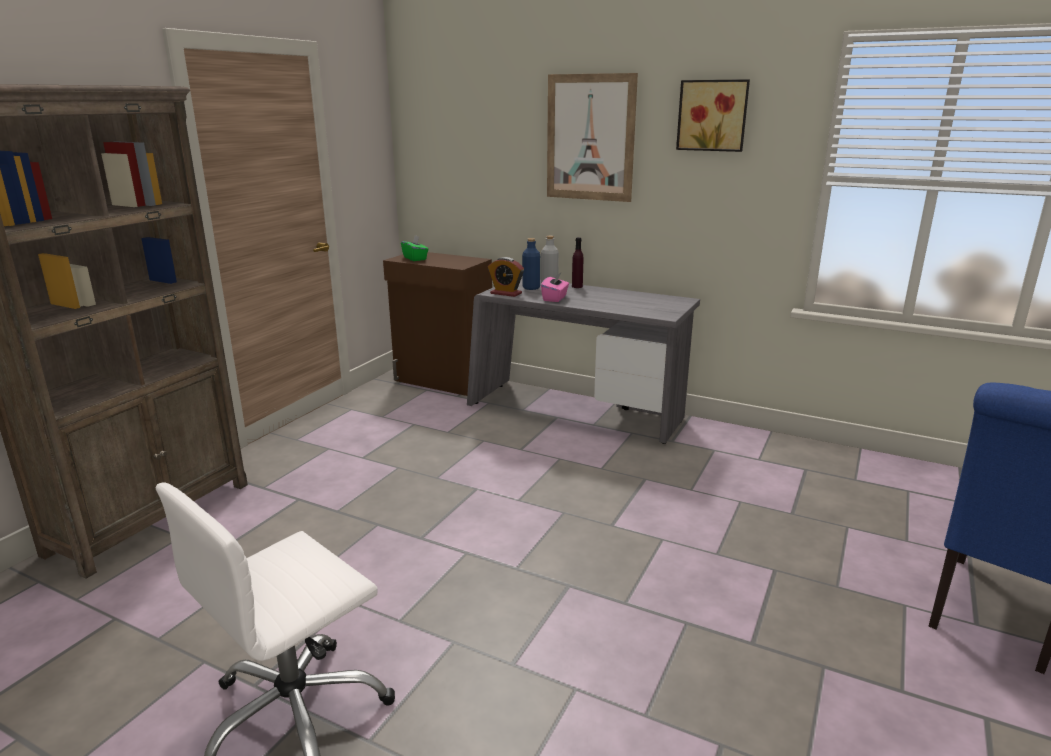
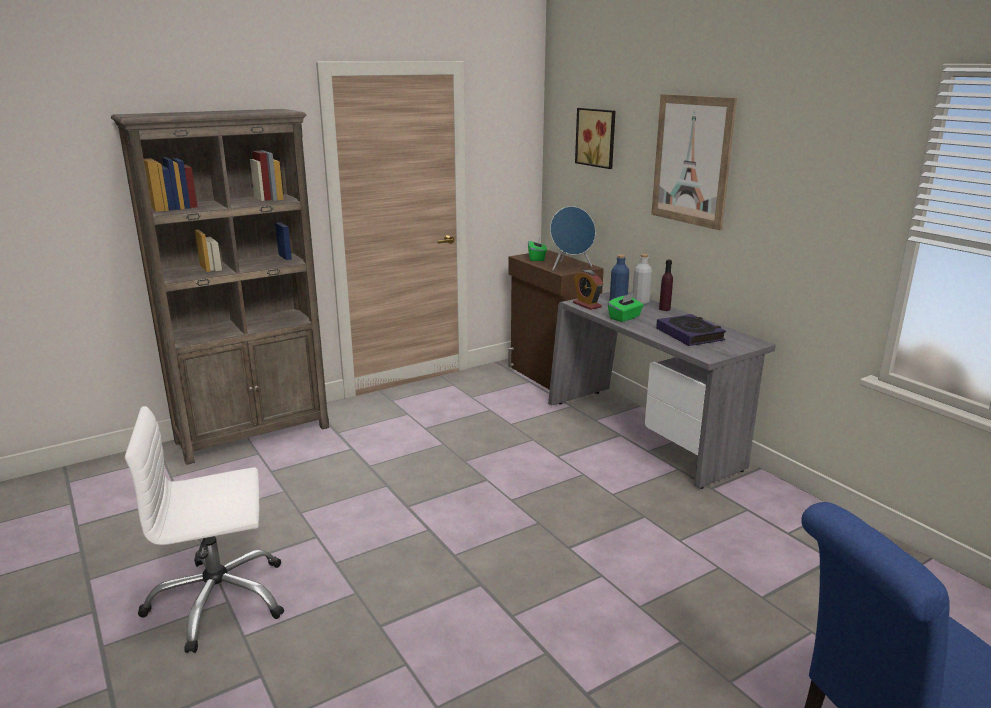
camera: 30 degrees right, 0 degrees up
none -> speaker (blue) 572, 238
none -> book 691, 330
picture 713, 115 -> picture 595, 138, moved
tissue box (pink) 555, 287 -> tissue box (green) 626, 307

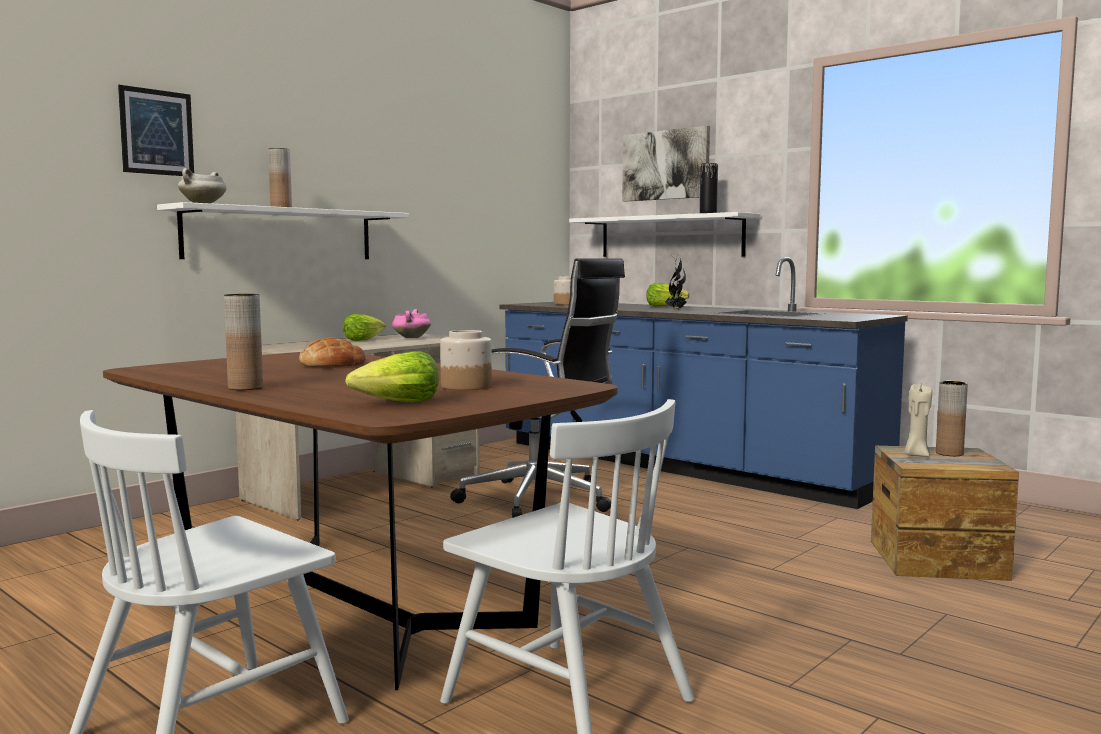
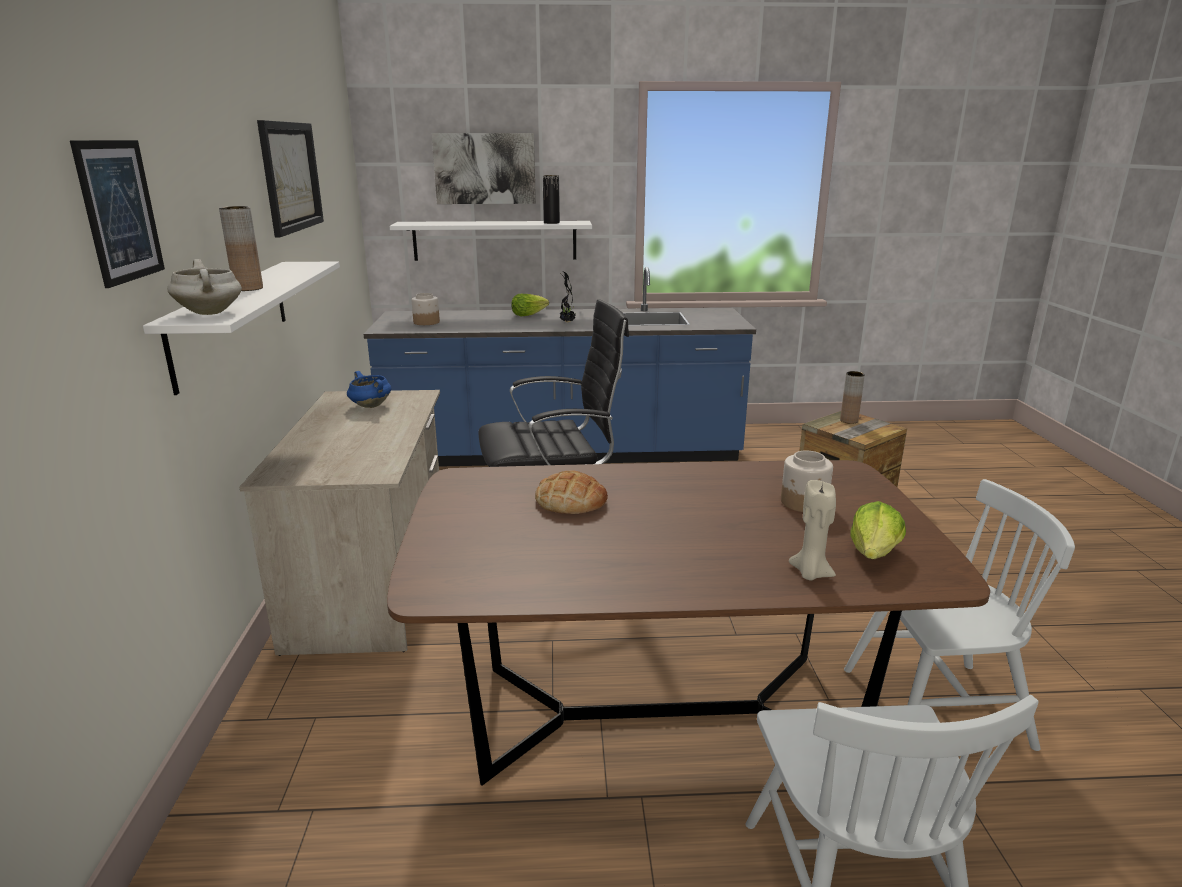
camera: 45 degrees left, 15 degrees up
vase (brown) 243, 342 -> none
lettuce 364, 327 -> none
none -> picture 290, 178
candle (beige) 918, 420 -> candle (beige) 812, 530, moved
cooking pot (pink) 411, 323 -> cooking pot (blue) 369, 389

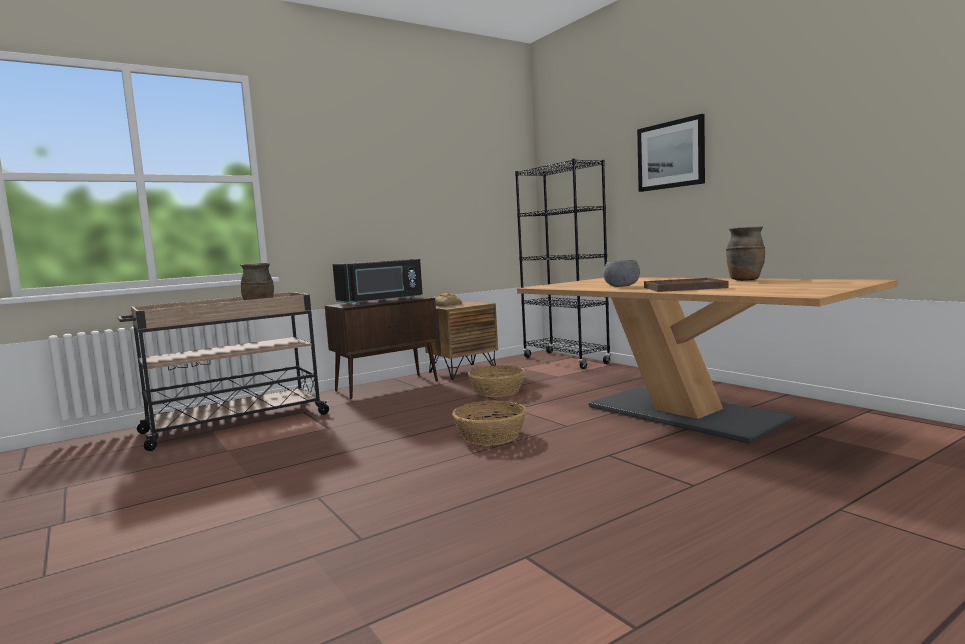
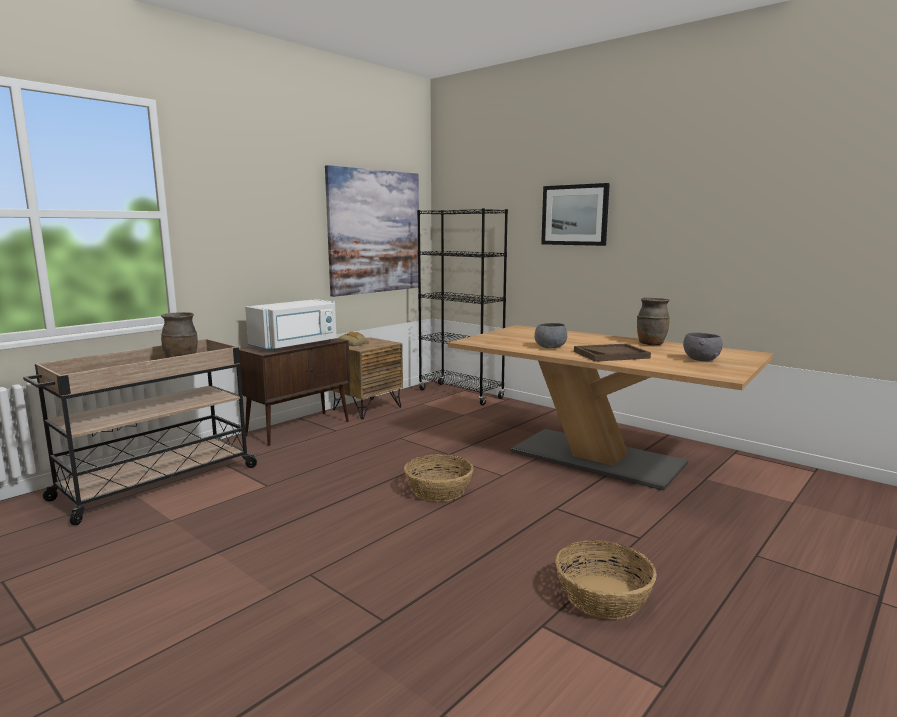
camera: 15 degrees left, 5 degrees up
none -> picture 372, 231
none -> bowl (grey) 703, 347
basket 496, 381 -> basket 606, 579, moved
microwave (black) 378, 282 -> microwave (white) 291, 325

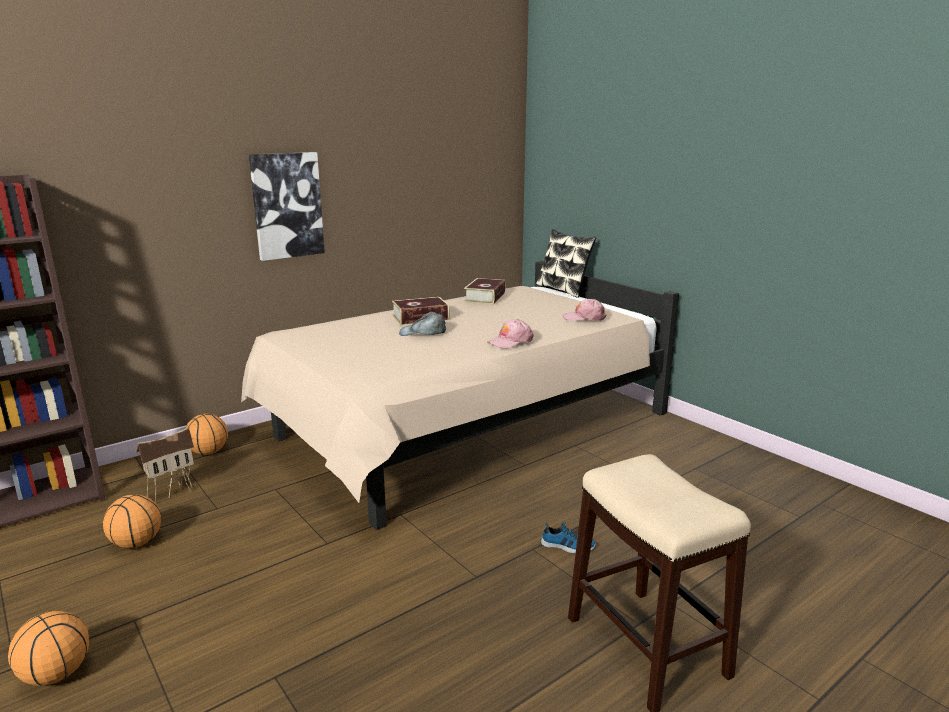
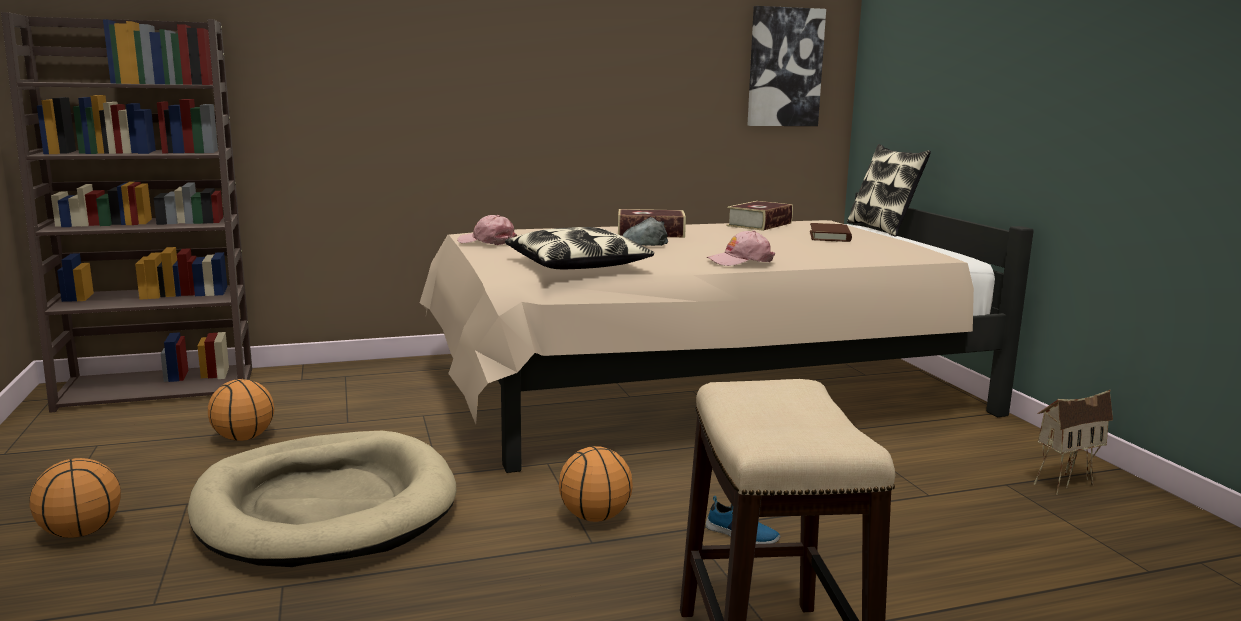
camera: 20 degrees right, 5 degrees down
none -> dog bed (beige) 322, 499
none -> pillow 579, 248
none -> book (brown) 831, 232
toy house 165, 465 -> toy house 1073, 442, moved
basketball 206, 434 -> basketball 596, 484, moved
picture 287, 206 -> picture 786, 66, moved
cap (pink) 585, 310 -> cap (pink) 487, 230, moved

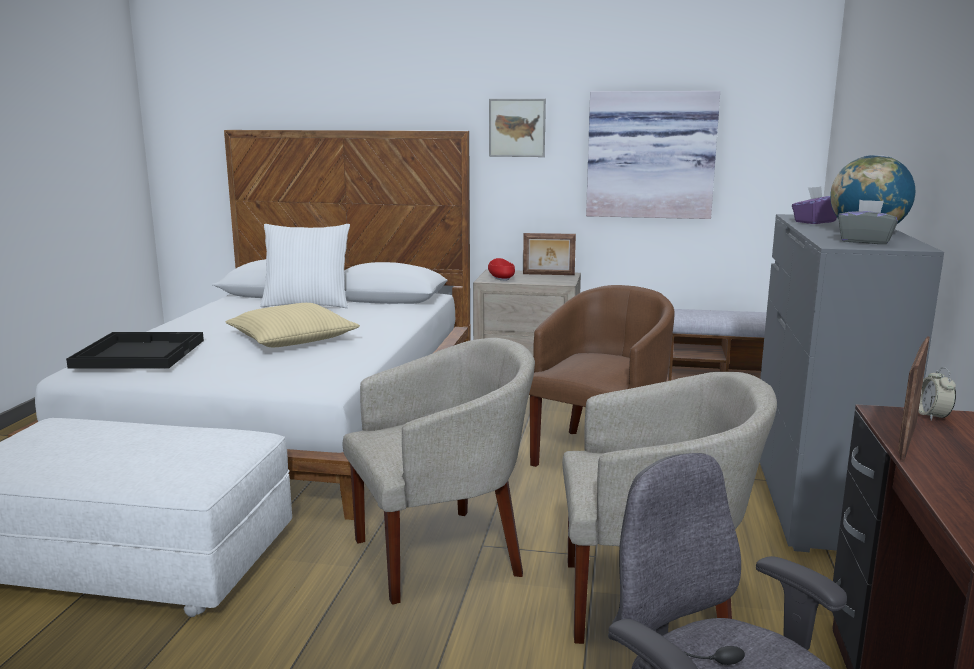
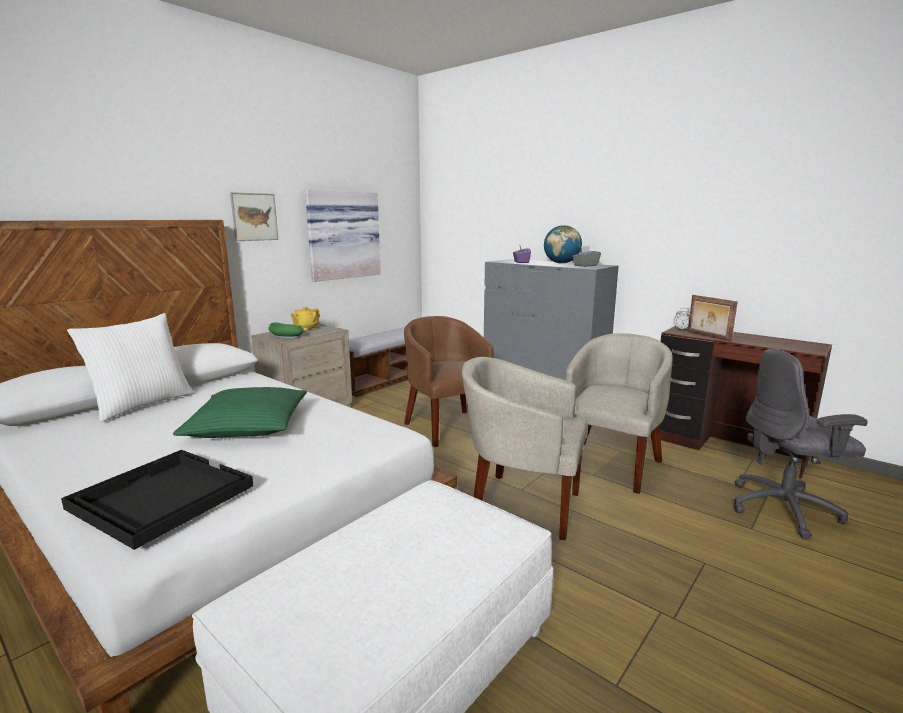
camera: 60 degrees left, 0 degrees up
picture frame 549, 254 -> teapot (yellow) 305, 318
pillow (beige) 293, 325 -> pillow (green) 240, 412
bowl (red) 501, 269 -> bowl (green) 286, 330
armchair (beige) 438, 471 -> armchair (beige) 525, 449, 75 degrees counterclockwise

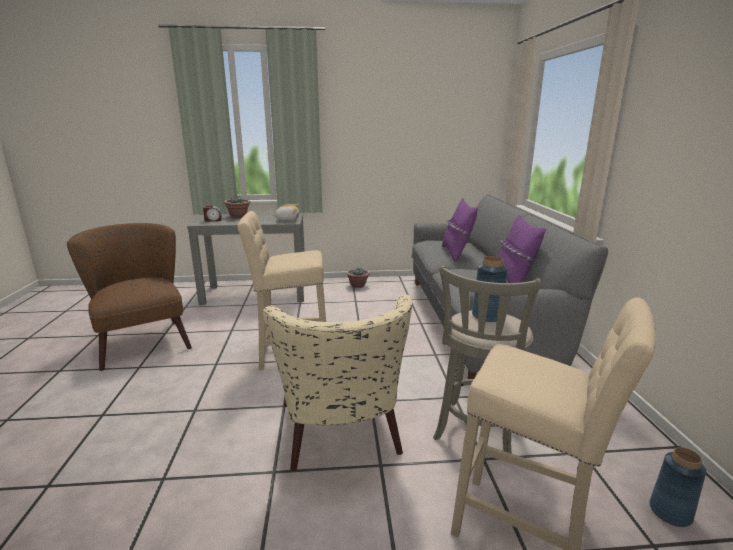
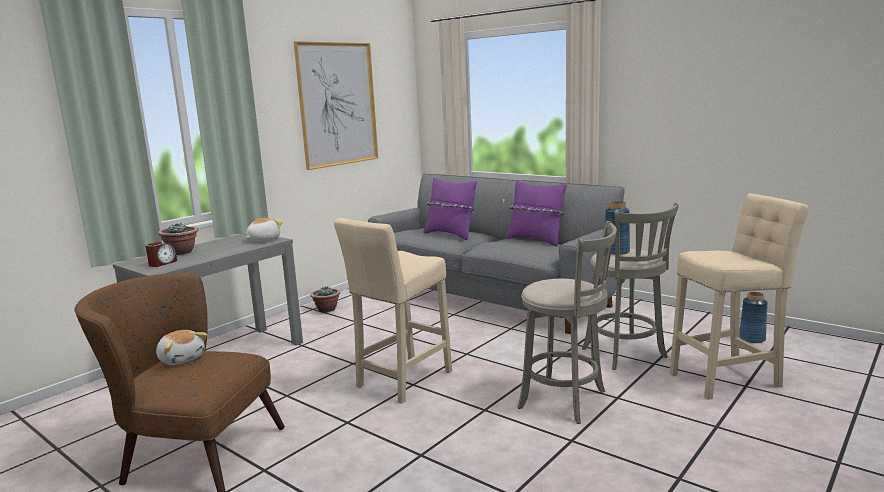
camera: 45 degrees left, 5 degrees down
none -> plush toy 181, 347
none -> picture 336, 105
armchair (beige) 338, 383 -> stool (grey) 567, 322

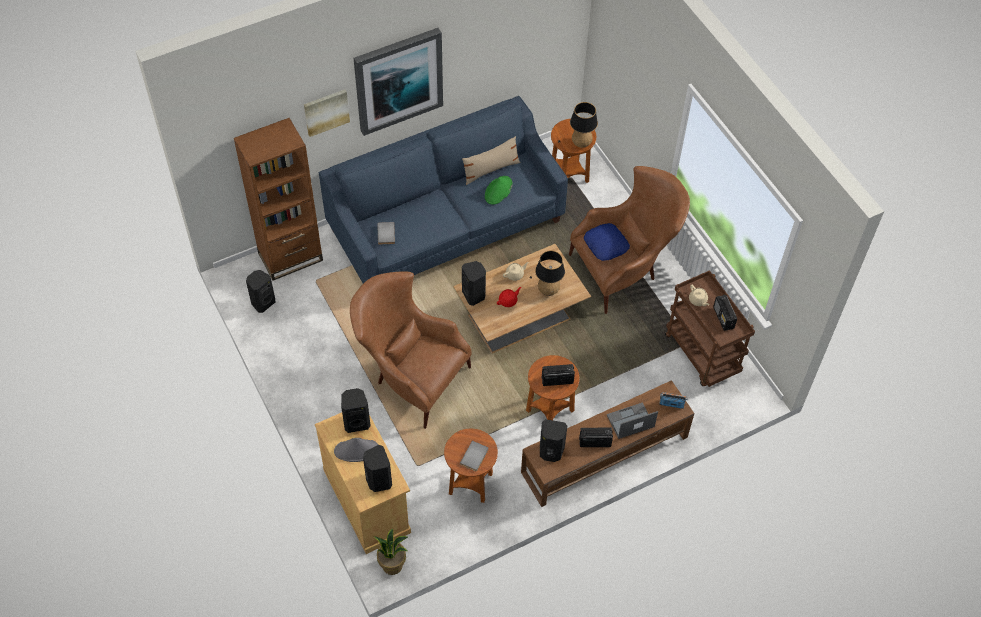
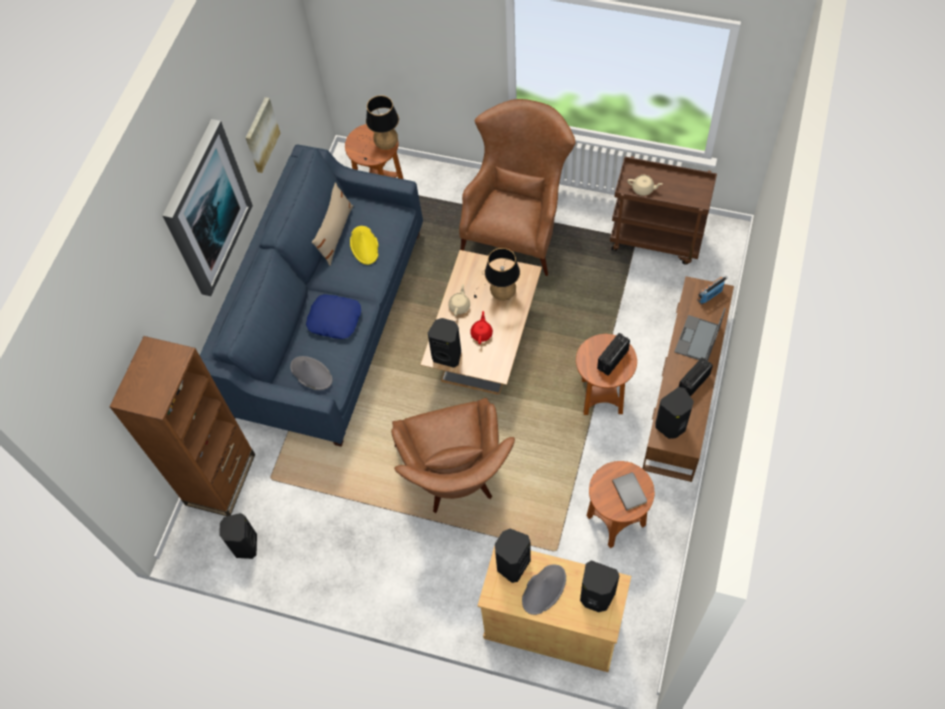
camera: 40 degrees left, 5 degrees up
potted plant 391, 552 -> none
radio 725, 313 -> none
picture 327, 113 -> picture 263, 135, moved
pillow (blue) 607, 242 -> pillow (blue) 333, 316, moved
book (grey) 386, 233 -> hat (grey) 311, 373
hat (green) 499, 190 -> hat (yellow) 364, 245
armchair (brown) 411, 350 -> armchair (brown) 453, 455, 90 degrees counterclockwise

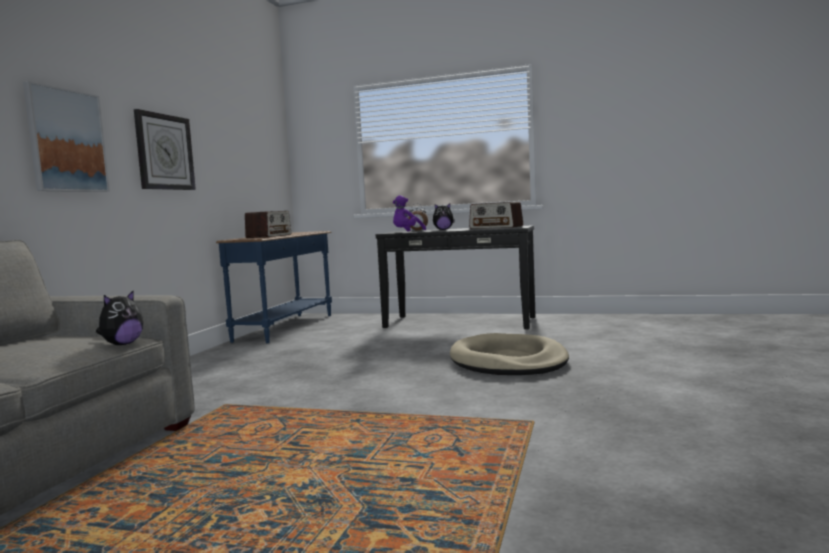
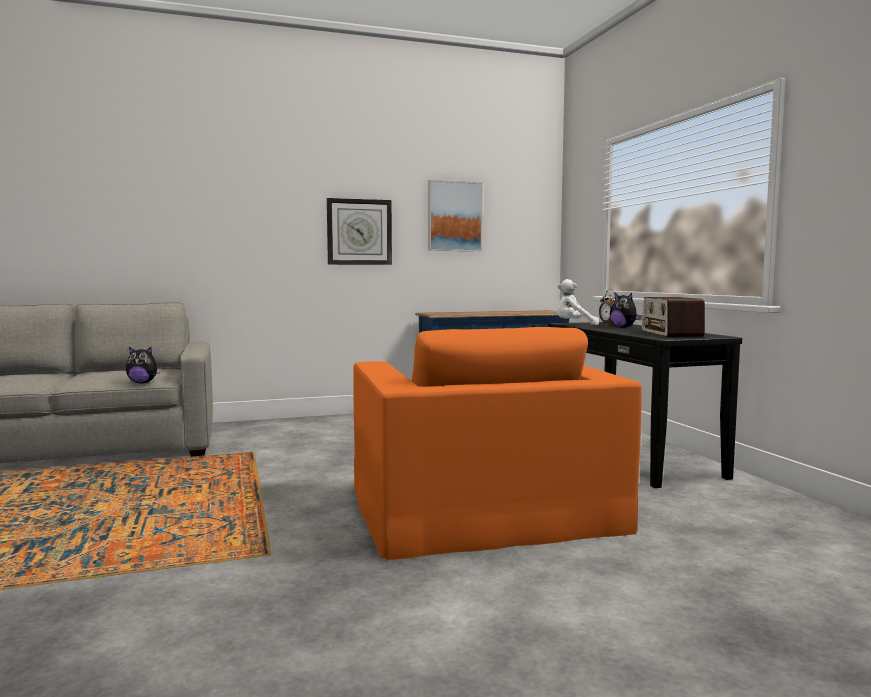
camera: 55 degrees right, 0 degrees up
radio 268, 224 -> none
picture 66, 136 -> picture 455, 215, moved
dog bed (beige) 509, 354 -> armchair (orange) 497, 443
plush toy (purple) 409, 213 -> plush toy (white) 578, 302

